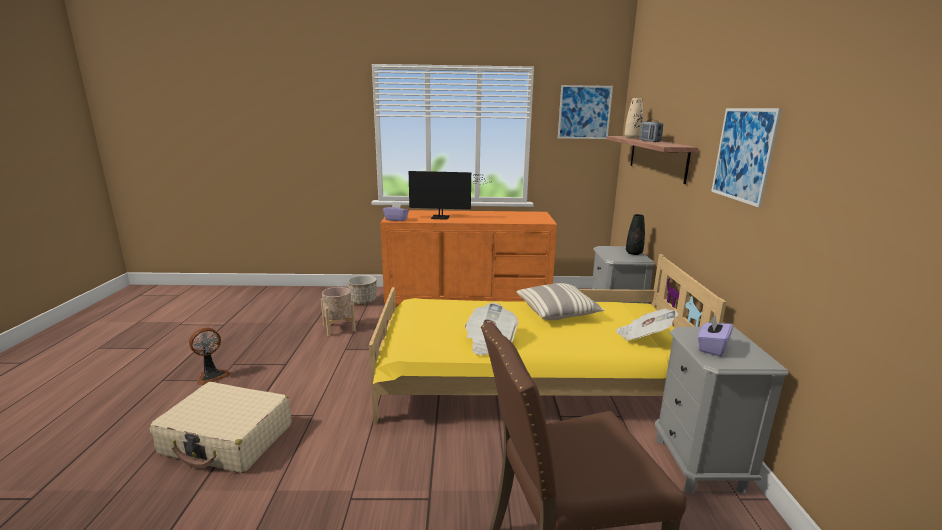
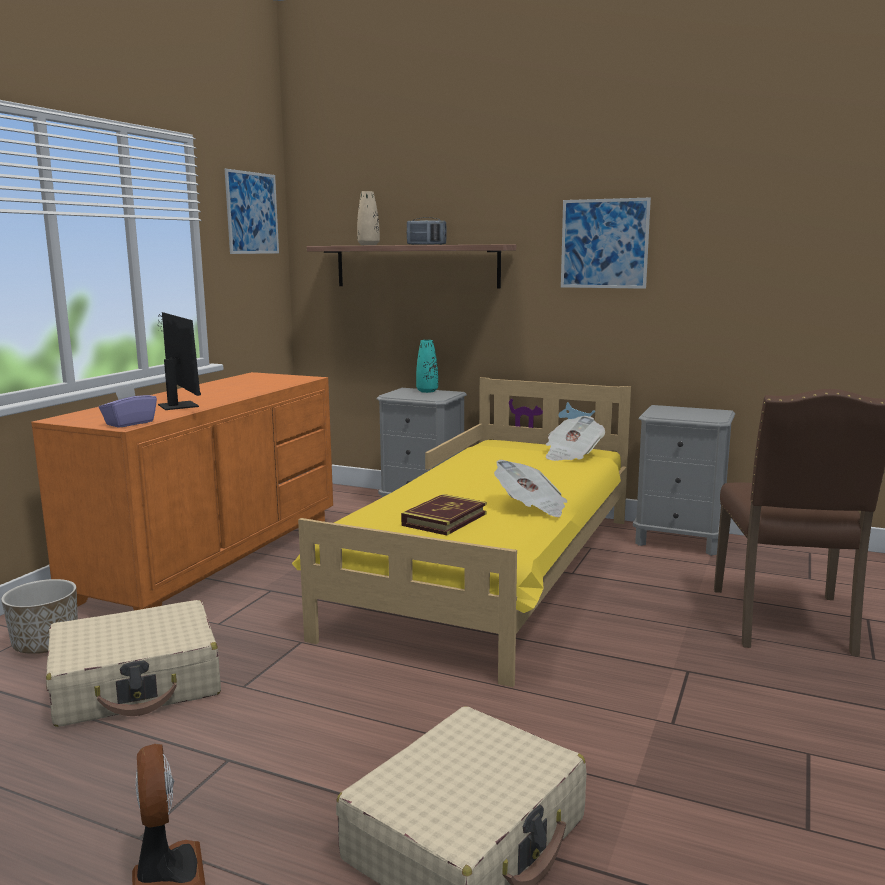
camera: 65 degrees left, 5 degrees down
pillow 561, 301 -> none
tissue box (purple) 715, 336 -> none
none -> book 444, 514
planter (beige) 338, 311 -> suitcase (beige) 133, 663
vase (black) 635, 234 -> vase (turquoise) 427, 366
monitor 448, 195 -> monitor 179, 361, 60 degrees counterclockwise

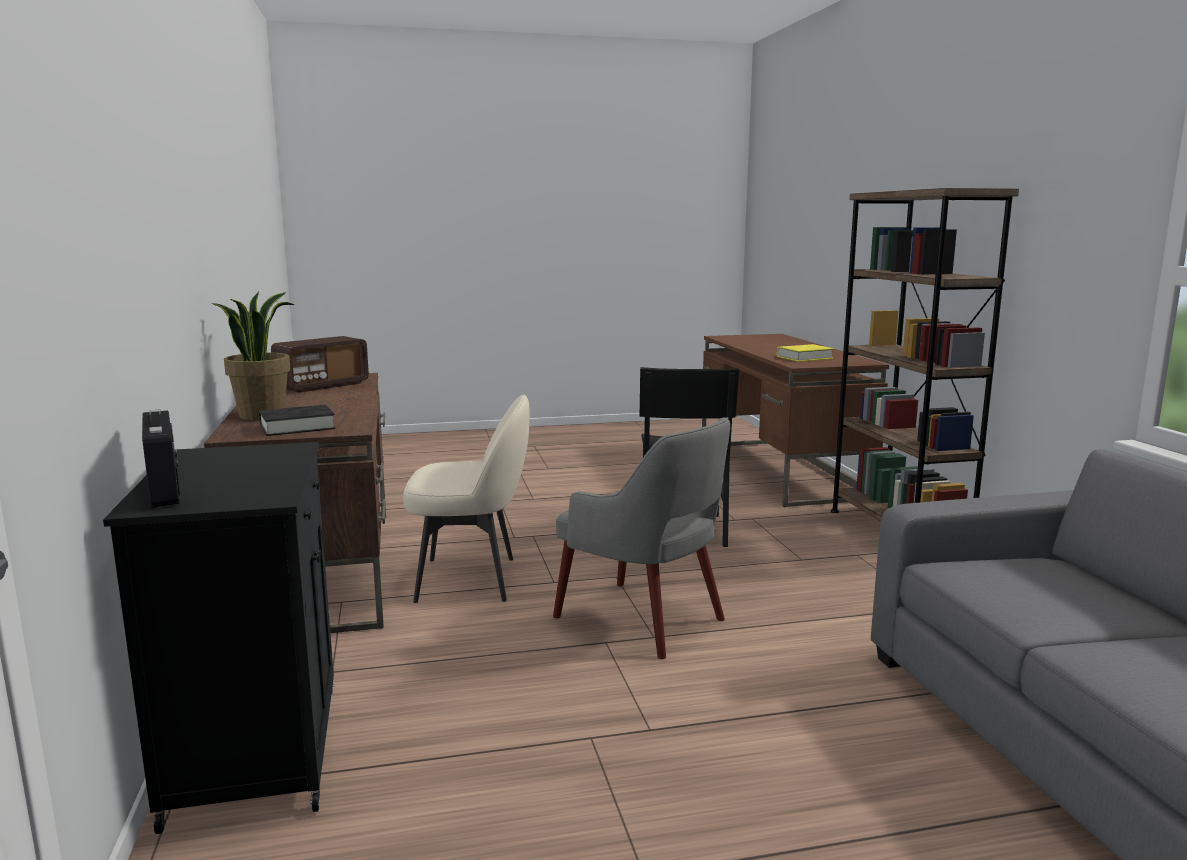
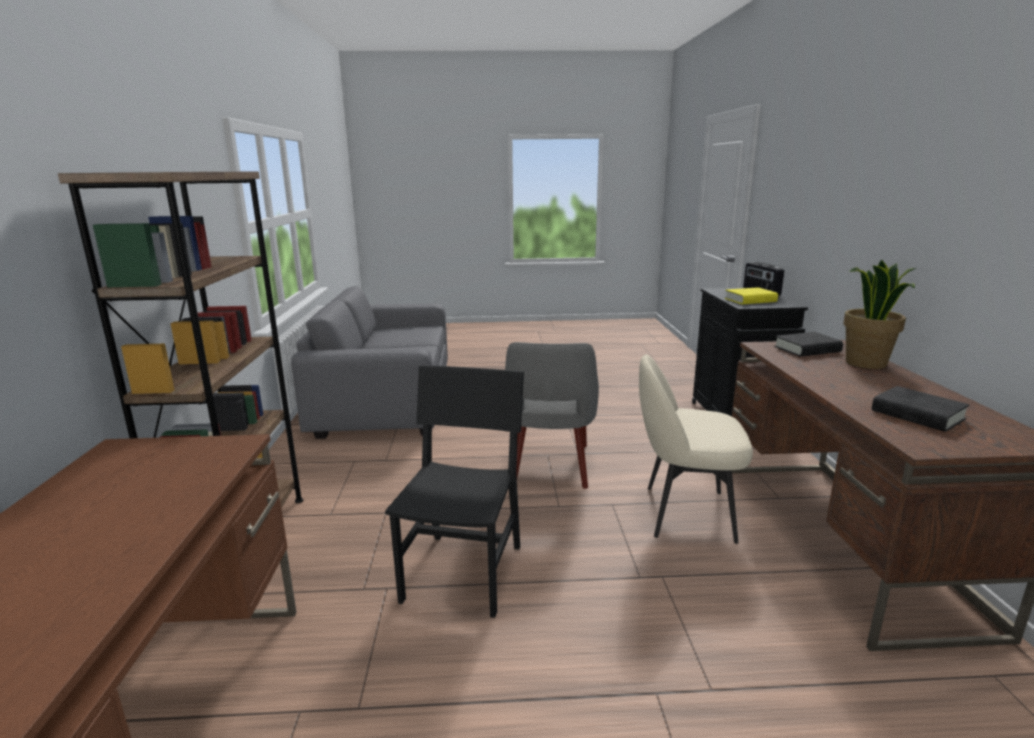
camera: 170 degrees left, 5 degrees up
book (yellow) 805, 353 -> book (yellow) 751, 296, moved
radio 320, 364 -> book (black) 921, 409
armchair (grey) 641, 538 -> armchair (grey) 552, 415, 135 degrees counterclockwise

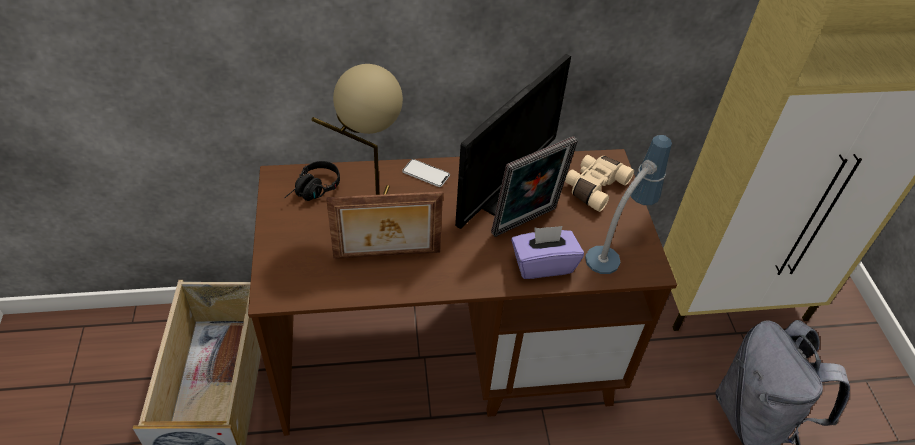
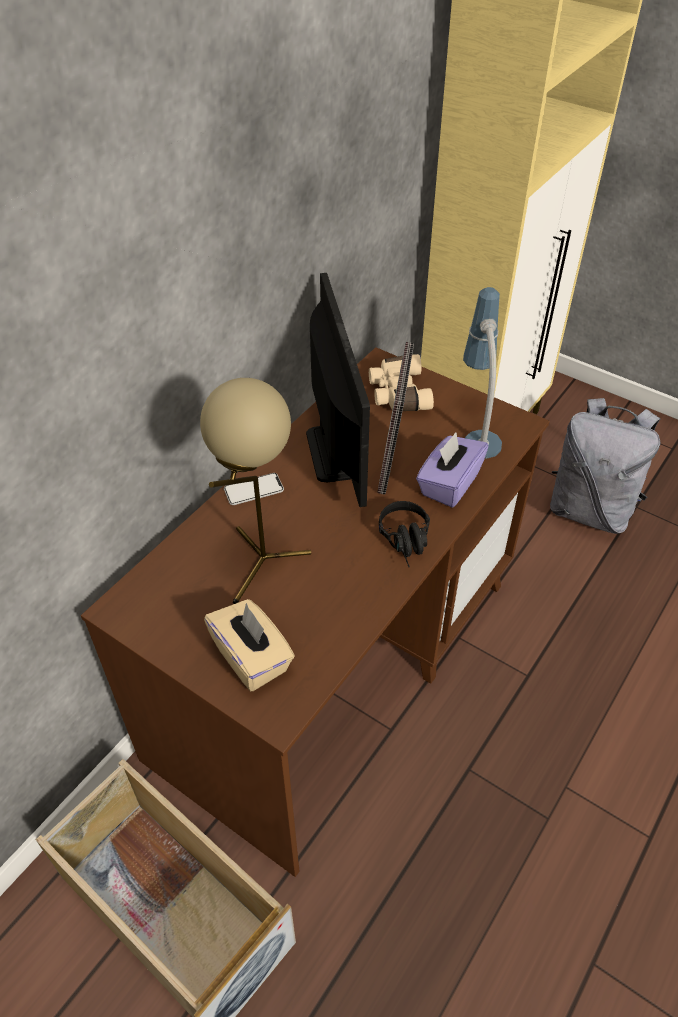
camera: 45 degrees left, 0 degrees up
picture frame 384, 225 -> none
none -> tissue box (beige) 249, 645
headphones (black) 312, 181 -> headphones (black) 404, 534, moved

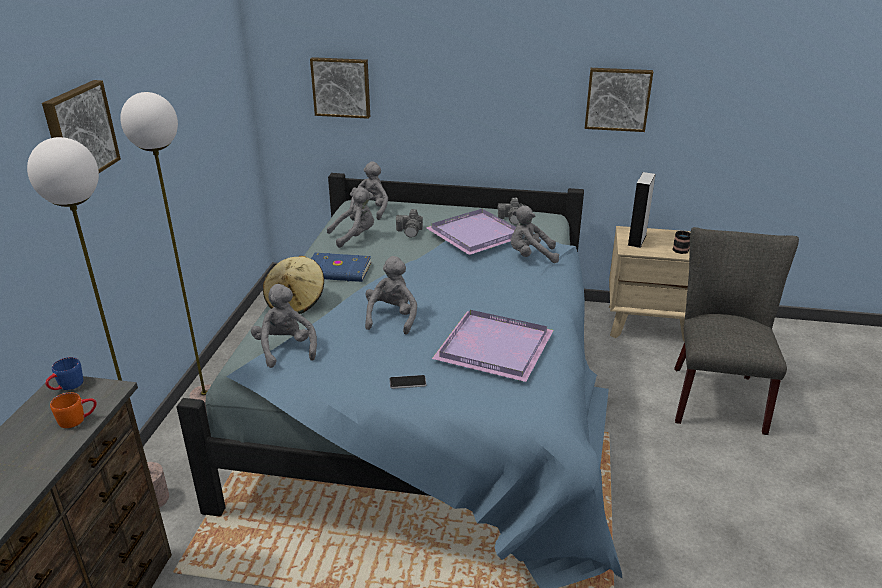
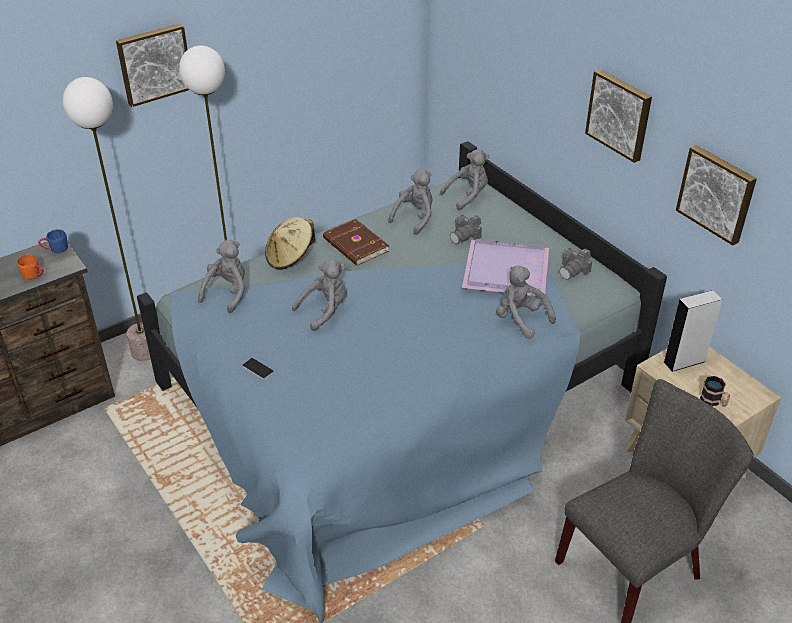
camera: 45 degrees right, 10 degrees up
tray (purple) 493, 346 -> none
picture 340, 88 -> picture 618, 116, moved
book (blue) 341, 267 -> book (brown) 356, 242
plush toy (grey) 350, 217 -> plush toy (grey) 410, 202, 75 degrees counterclockwise

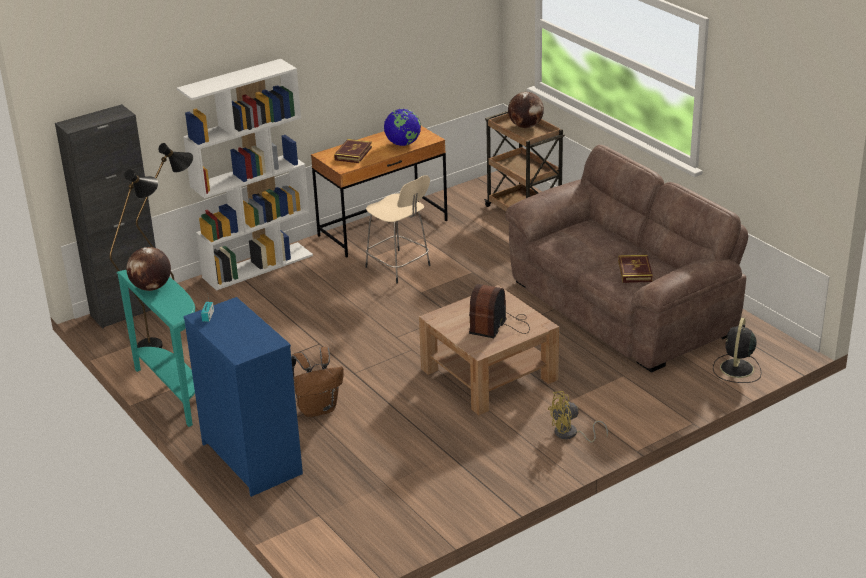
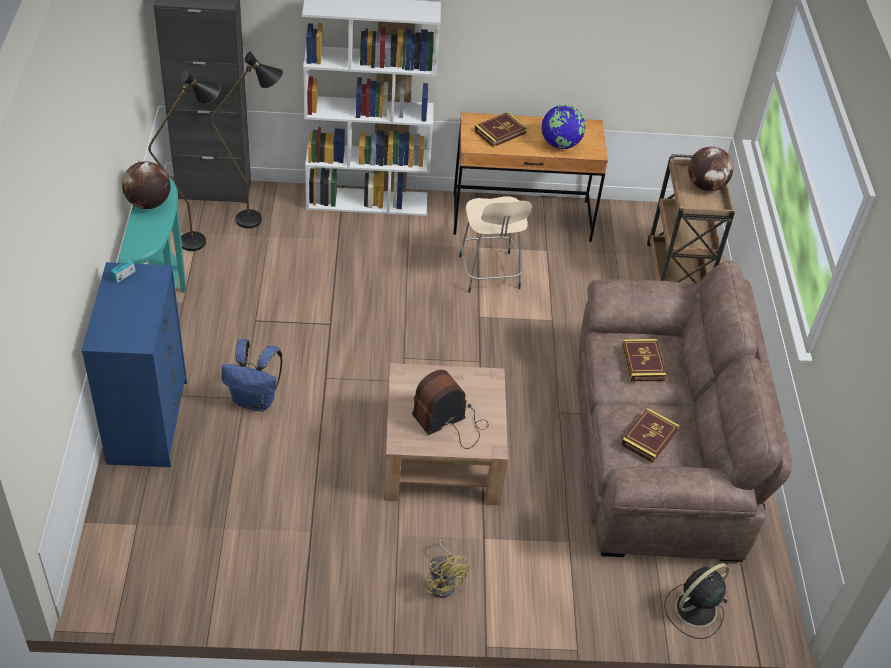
camera: 30 degrees right, 15 degrees up
none -> book 644, 360
backpack (brown) 317, 382 -> backpack (blue) 251, 375
fan (yellow) 578, 416 -> fan (yellow) 446, 569, 135 degrees counterclockwise

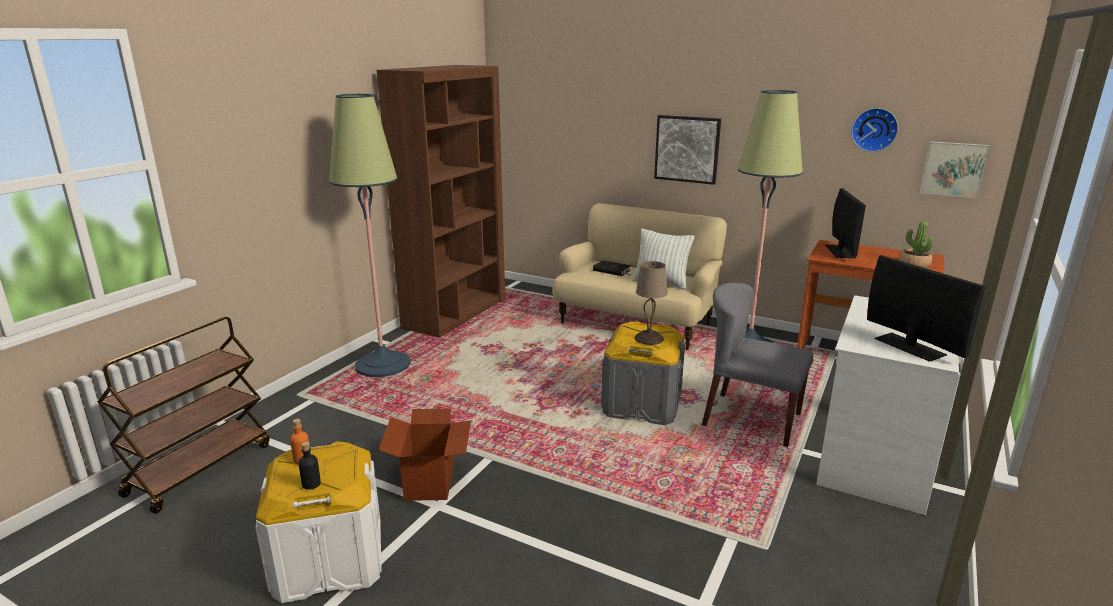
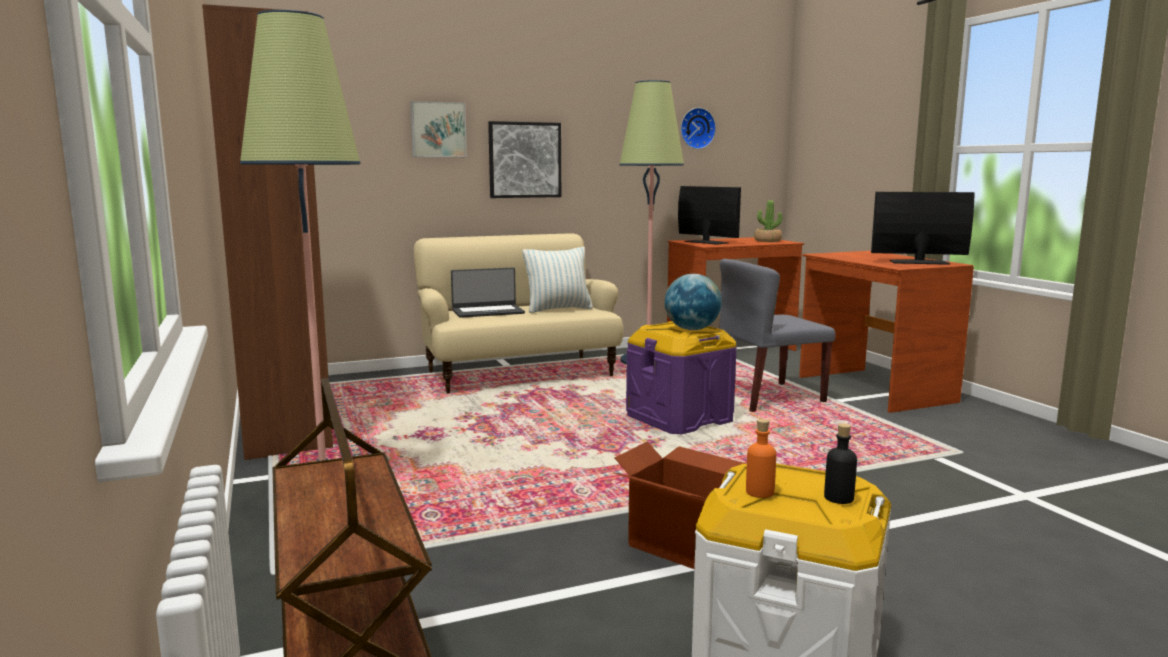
camera: 50 degrees left, 10 degrees down
picture 955, 169 -> picture 438, 129, moved
book (black) 612, 268 -> laptop 488, 293
table lamp (beige) 651, 303 -> globe 693, 302
storage box (grey) 643, 373 -> storage box (purple) 681, 377
desk (white) 888, 405 -> desk (brown) 886, 332

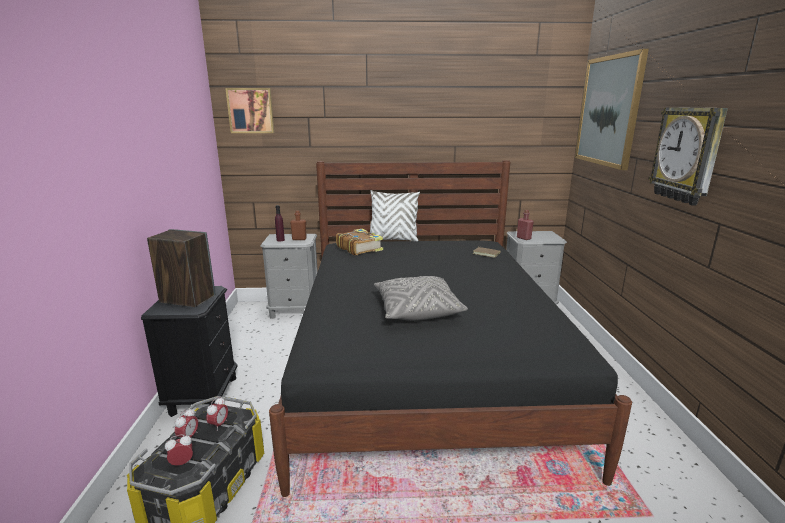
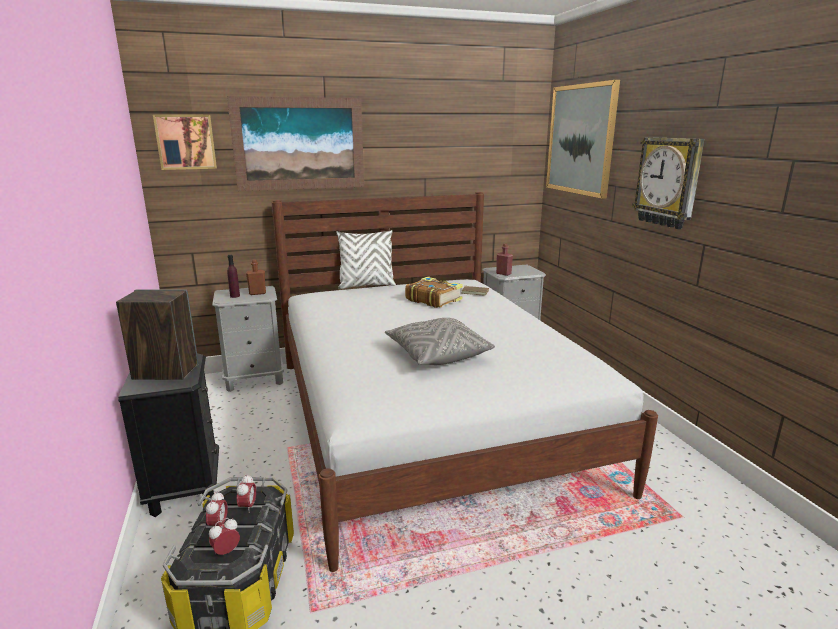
camera: 15 degrees left, 0 degrees up
none -> picture 295, 143
book 359, 242 -> book 434, 292, moved
bed (black) 450, 328 -> bed (white) 465, 382

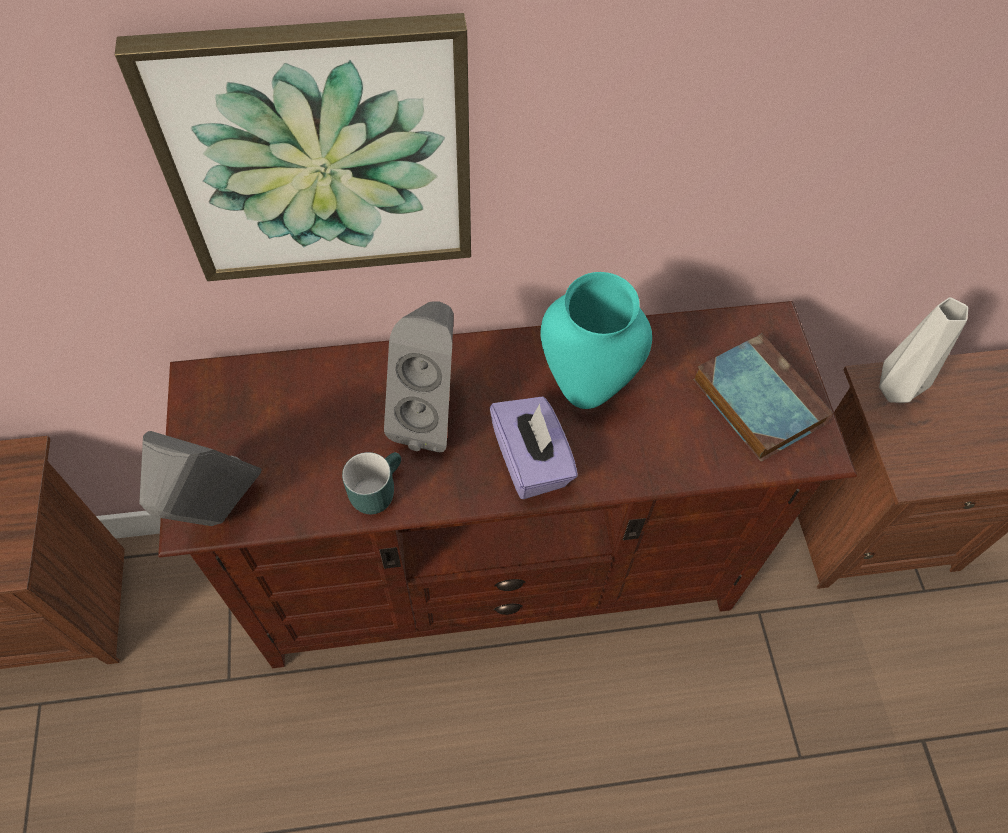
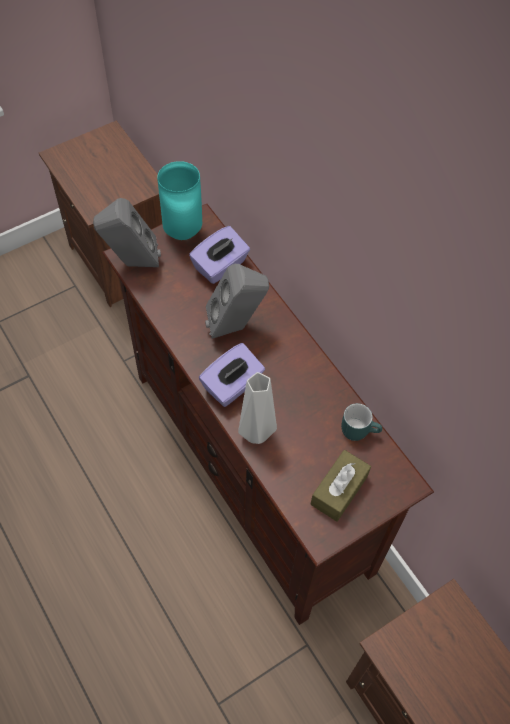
camera: 65 degrees right, 0 degrees up
picture 293, 147 -> none
none -> tissue box (purple) 219, 255
mug (turquoise) 371, 483 -> mug (turquoise) 361, 422, moved
vase (turquoise) 596, 340 -> vase (turquoise) 179, 200, moved
vase (grey) 923, 350 -> vase (grey) 257, 408, moved
book 763, 397 -> tissue box (brown) 341, 486

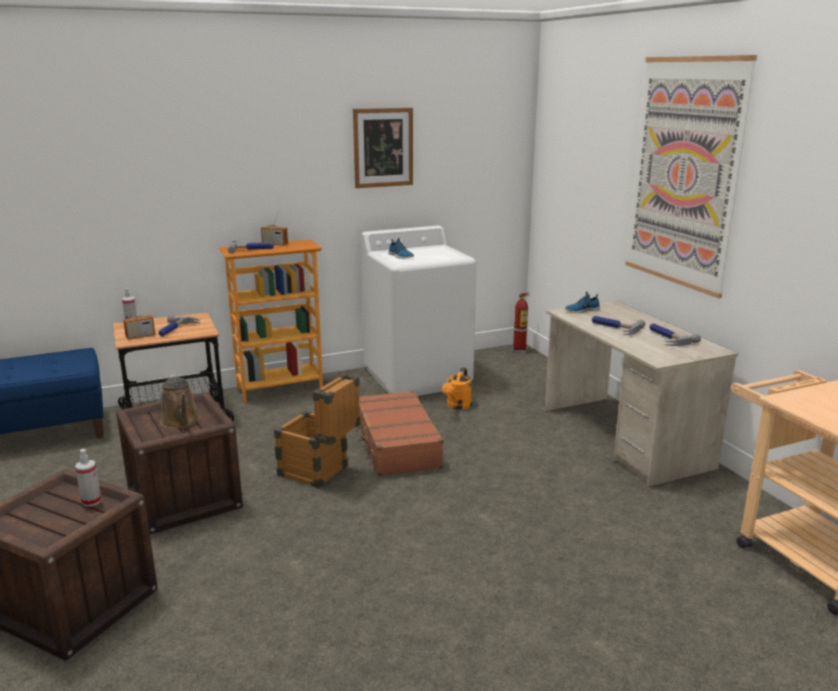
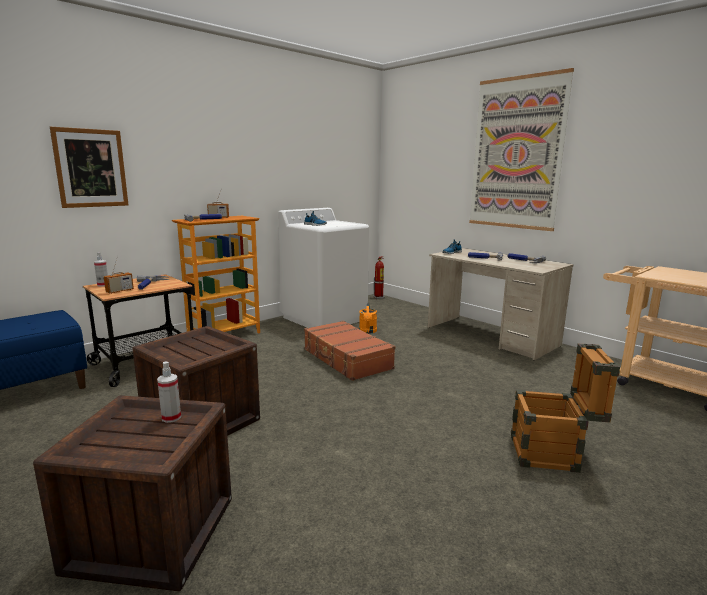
camera: 20 degrees left, 5 degrees down
watering can (brown) 180, 401 -> none
crate 317, 431 -> crate 565, 408, moved
picture 383, 148 -> picture 89, 167, moved

